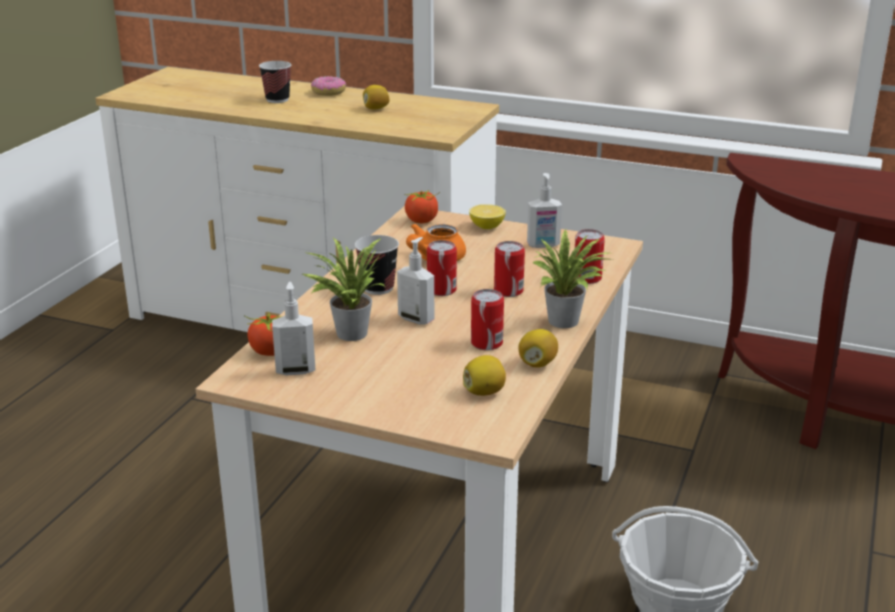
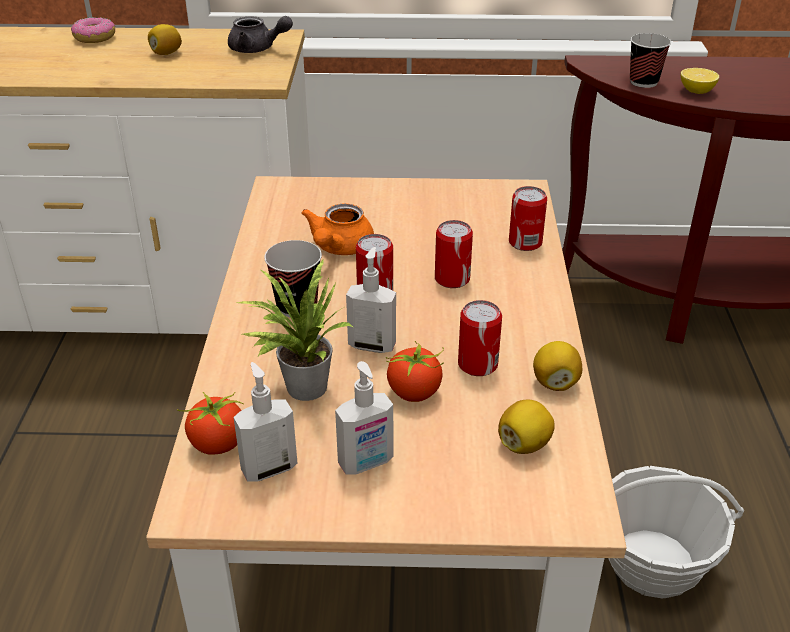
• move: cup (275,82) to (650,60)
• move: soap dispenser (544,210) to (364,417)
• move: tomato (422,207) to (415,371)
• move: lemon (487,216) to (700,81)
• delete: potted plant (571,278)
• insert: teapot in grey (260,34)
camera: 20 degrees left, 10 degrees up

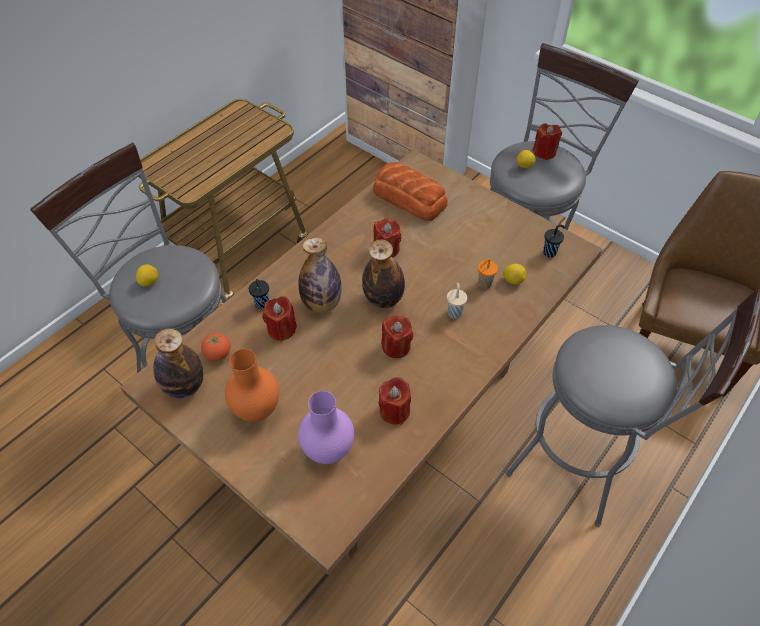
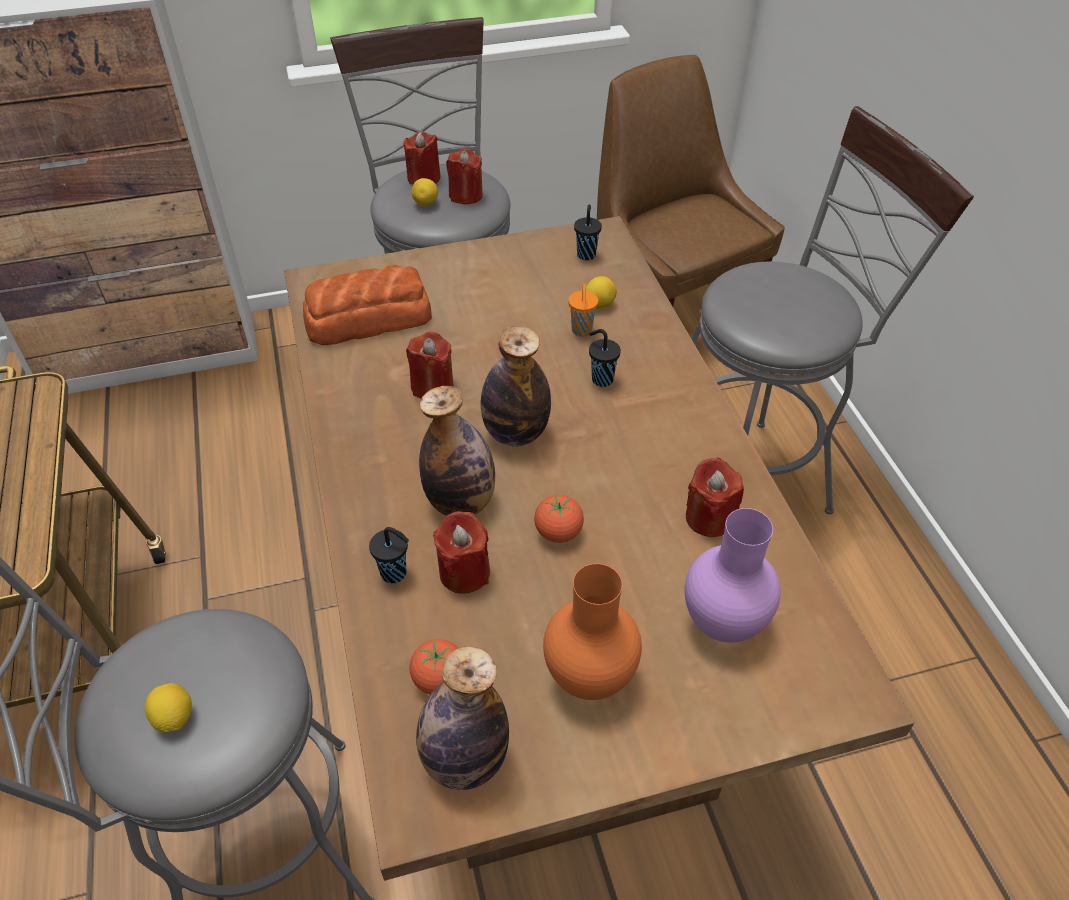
• recolor: cup in beige (457,301) to cup in black (605,358)
• move: candle in red (397,336) to (464,176)
• insert: tomato (559,519)
camera: 55 degrees left, 5 degrees down

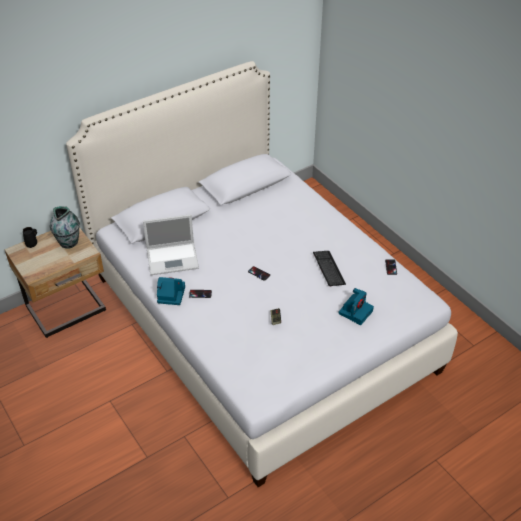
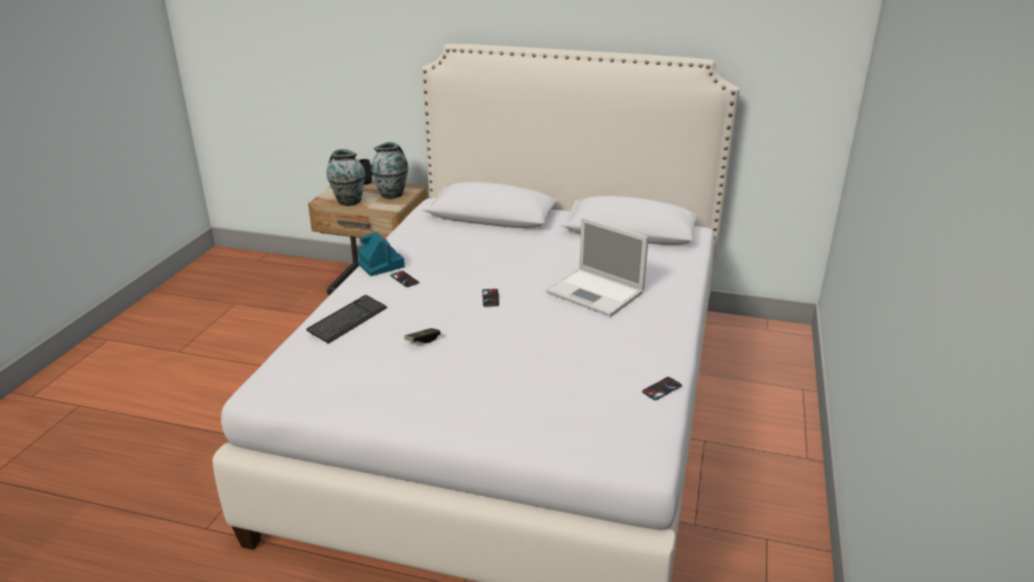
• move: laptop (171,244) to (597,267)
• move: keyboard (329,268) to (346,319)
• delete: photo camera (356,306)
• insert: vase (346,177)
camera: 50 degrees right, 15 degrees down

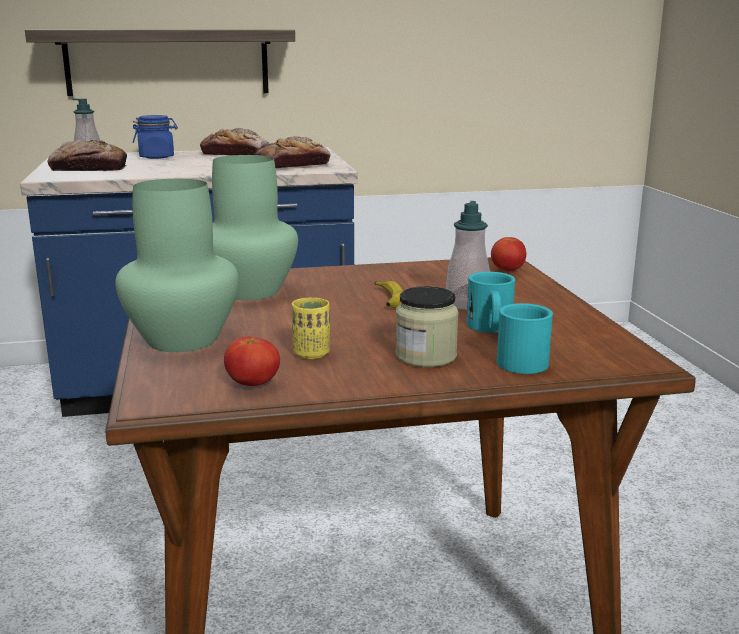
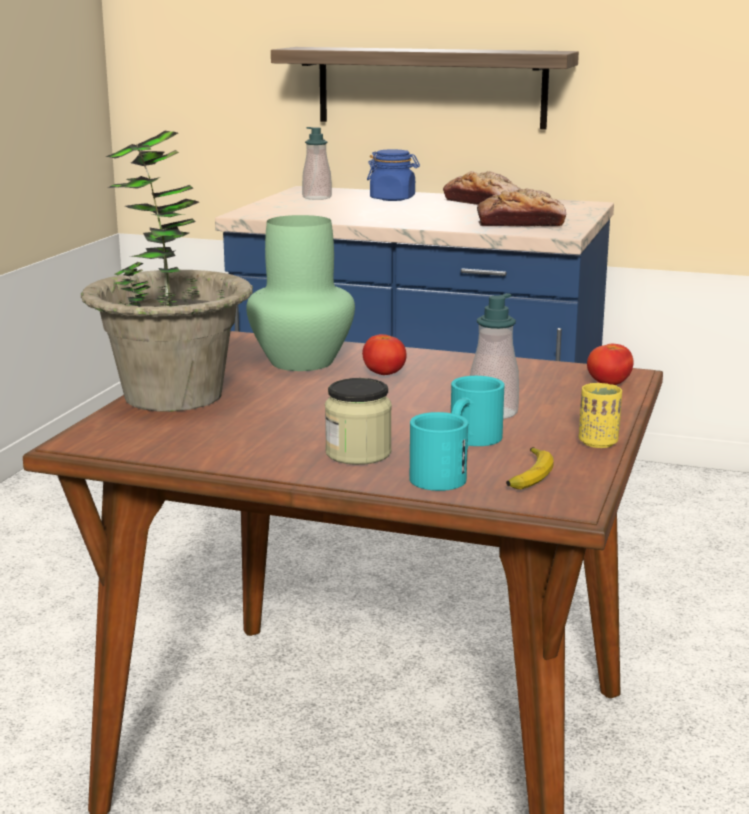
• delete: bread (87,155)
• replace: vase in green (177,265) to potted plant (167,271)
• move: banana (388,294) to (530,468)
• move: cup in yellow (311,328) to (600,415)
• move: tomato (252,361) to (384,354)
camera: 30 degrees right, 0 degrees up

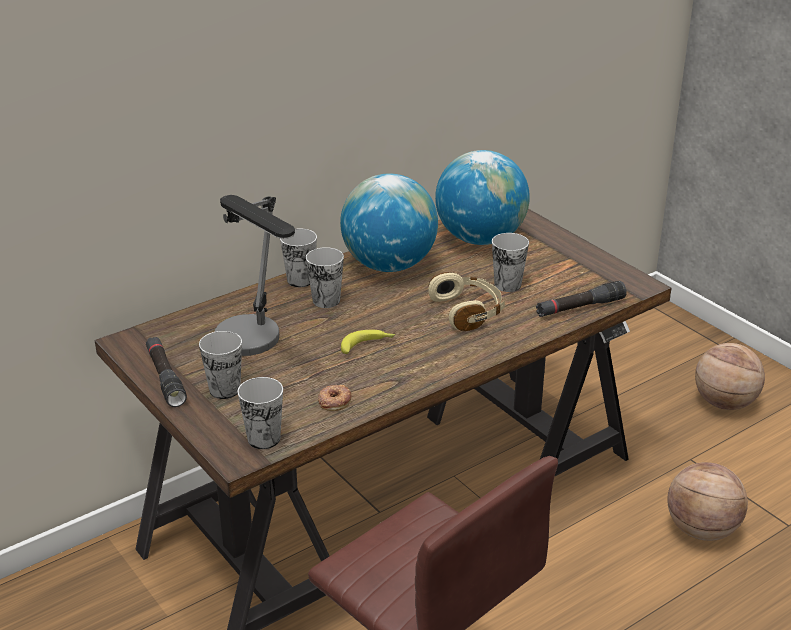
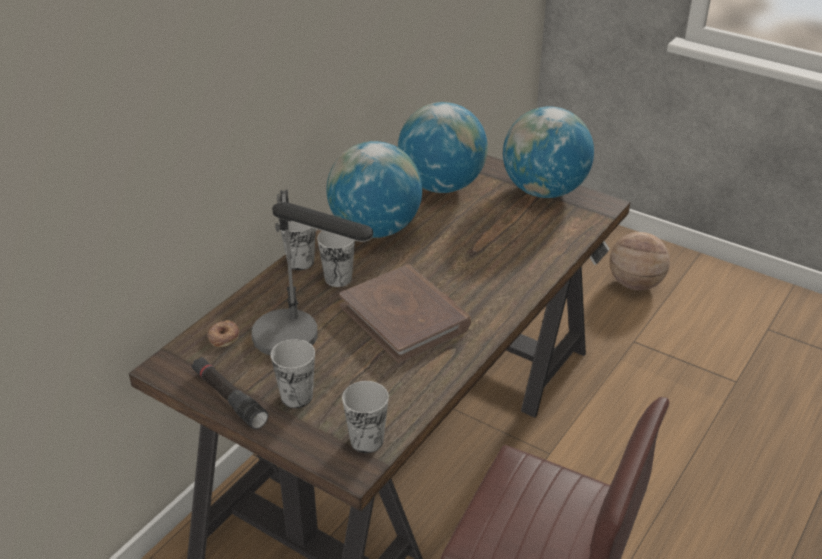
• delete: cup (510,262)
• delete: headphones in beige (466,301)
• delete: flashlight in black (581,299)
• replace: banana (368,342) to book in brown (405,313)
• move: donut (334,398) to (223,333)
• delete: basketball (707,501)
• insert: globe (548,152)
camera: 20 degrees left, 5 degrees up

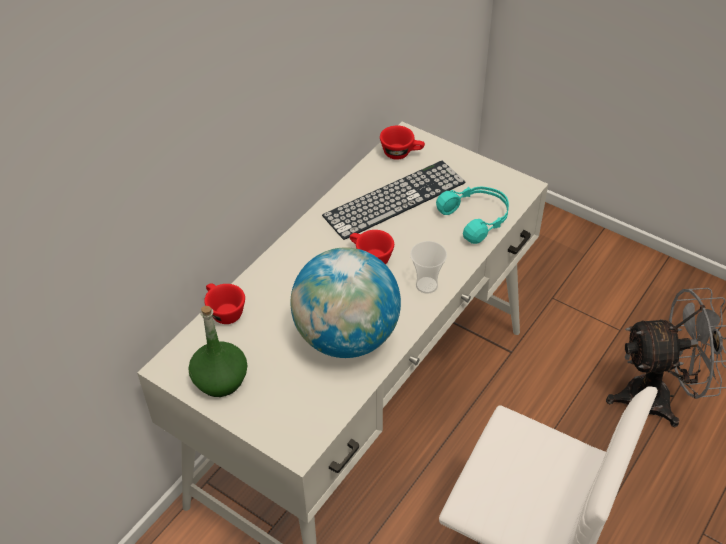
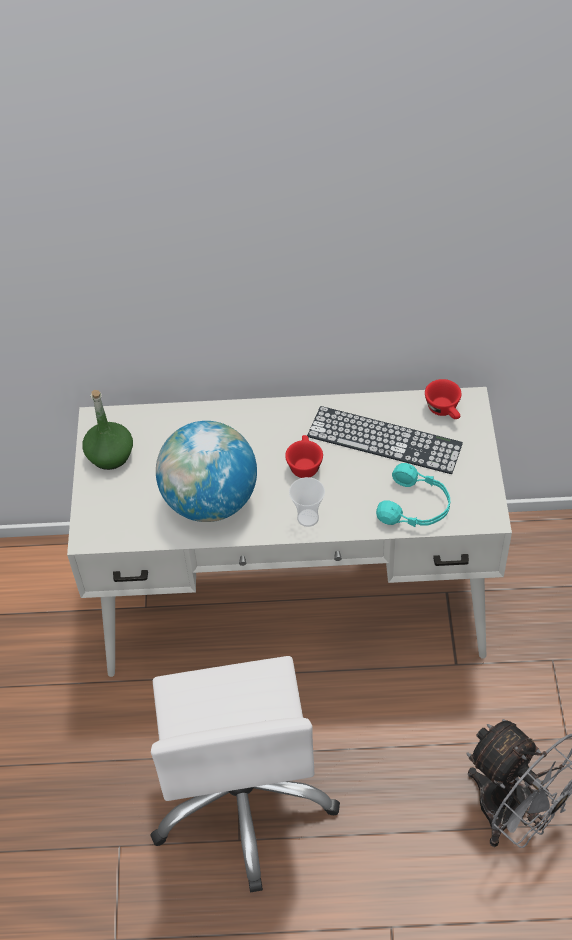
• delete: cup in red (224,303)
camera: 55 degrees right, 5 degrees up

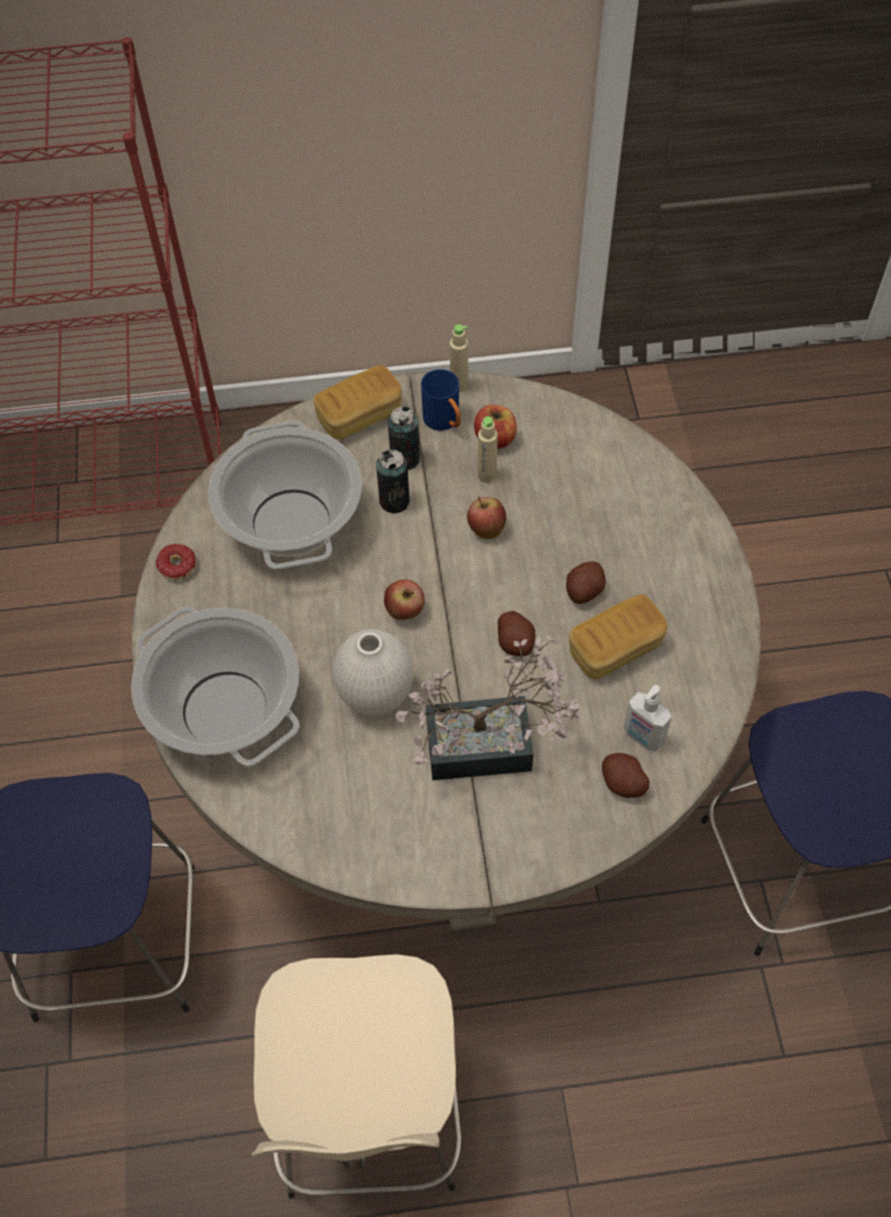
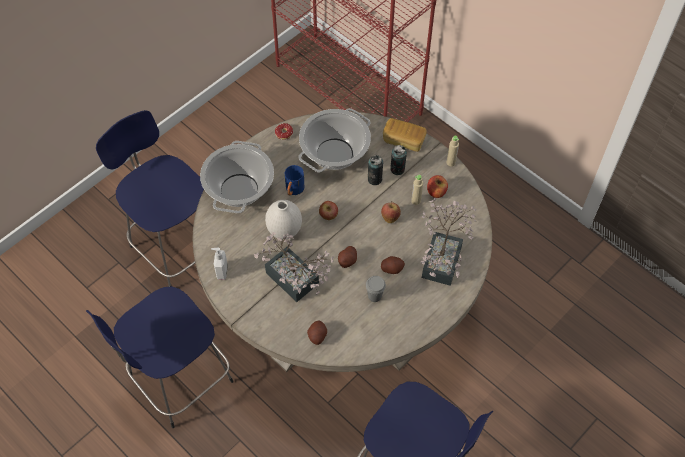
• move: mug in blue (441,400) to (294,180)
• replace: bread (618,636) to cup in grey (376,289)
• move: soap dispenser (648,718) to (219,264)
• recolor: stool in beige (356,1076) to stool in blue (160,357)
• insert: potted plant (448,242)
camera: 50 degrees right, 0 degrees up

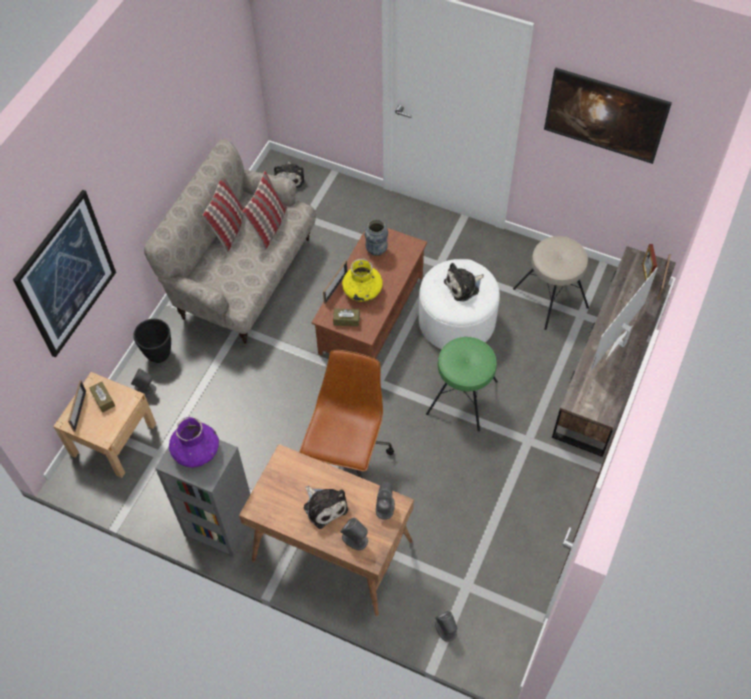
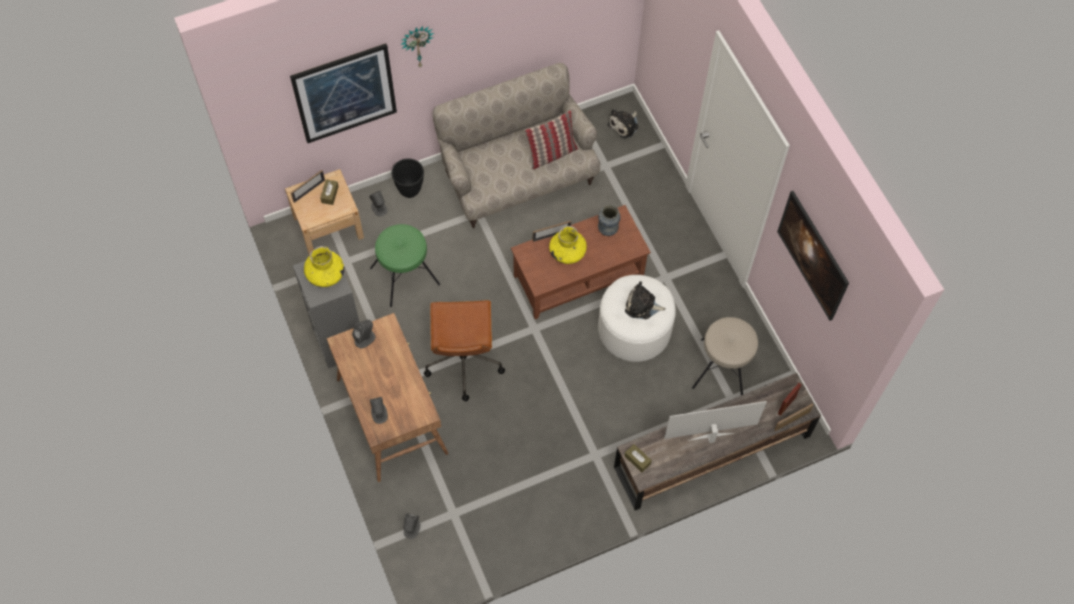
• delete: pillow (223,215)
• move: tissue box in brown (346,317) to (638,458)
• move: stool in green (462,384) to (405,265)
• rotate: office chair in brown (346,414) = (464,351) 120 degrees clockwise
• recolor: vase in purple (194,442) to vase in yellow (324,266)
• move: speaker in grey (385,501) to (364,334)
• delete: plush toy (326,507)
• insert: wall clock (417,47)
camera: 40 degrees right, 5 degrees up

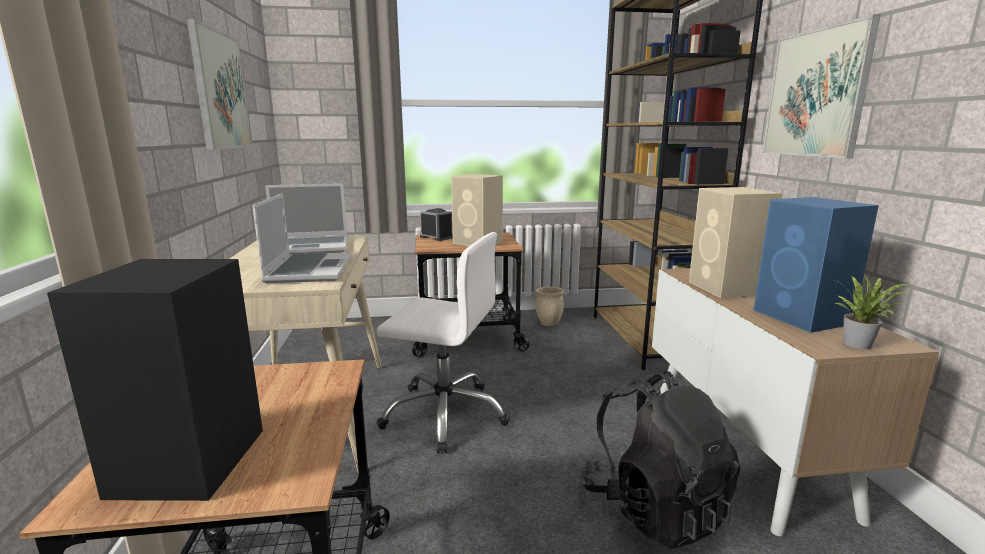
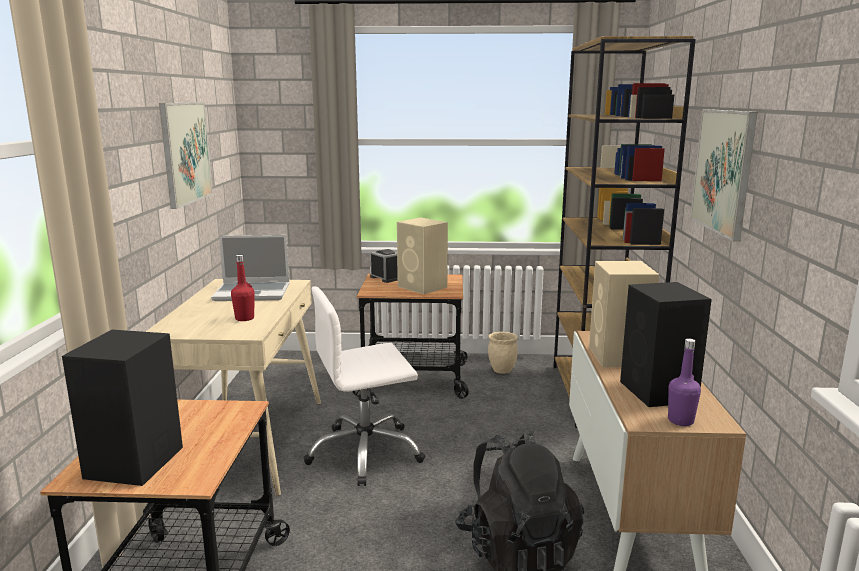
• replace: laptop (302,238) to bottle in red (243,288)
• recolor: speaker in blue (816,265) to speaker in black (666,344)
• rotate: office chair in white (443,342) = (364,386) 135 degrees clockwise
• replace: potted plant (873,311) to bottle in purple (684,382)
camera: 10 degrees right, 0 degrees up

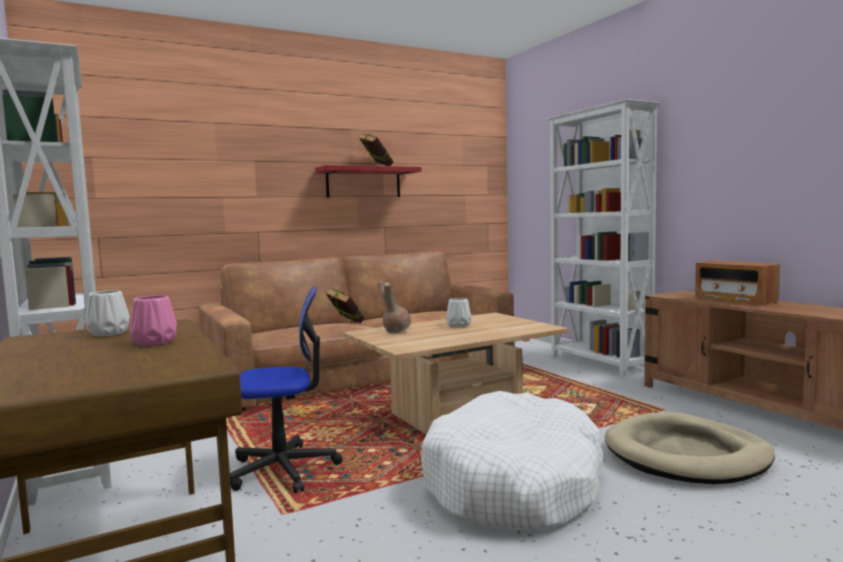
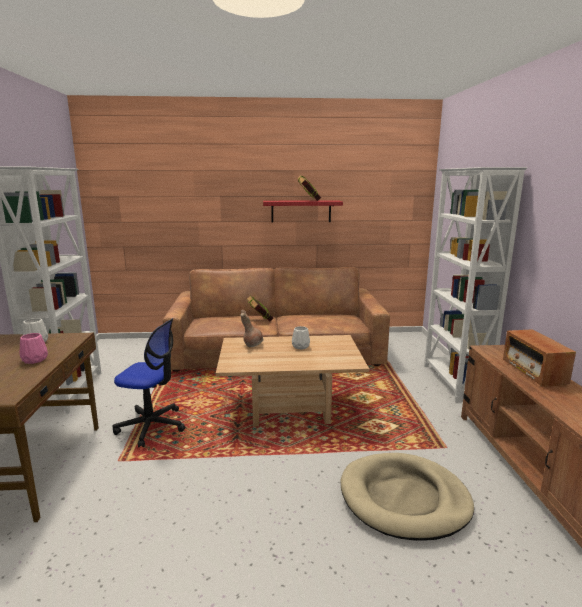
• delete: dog bed in white (512,460)
camera: 25 degrees right, 10 degrees up

